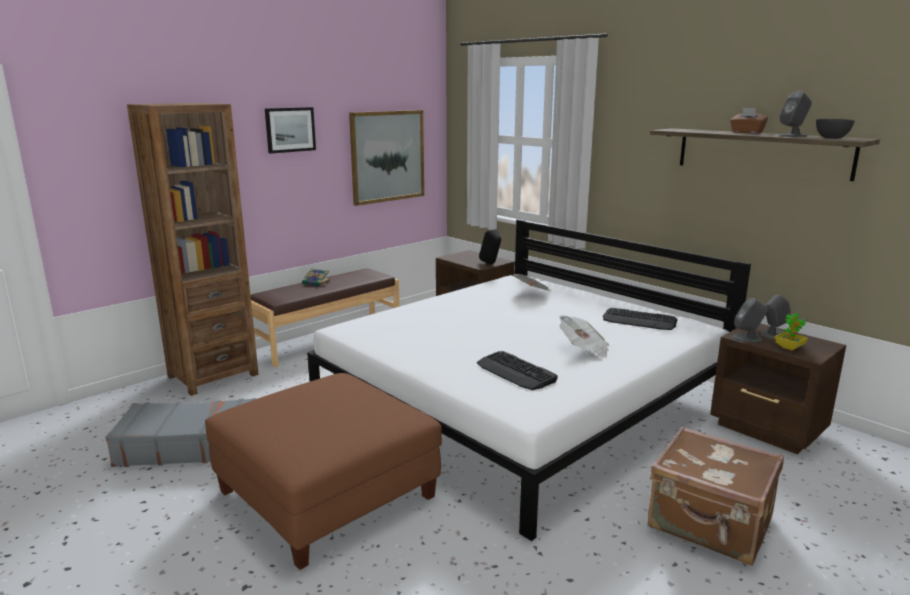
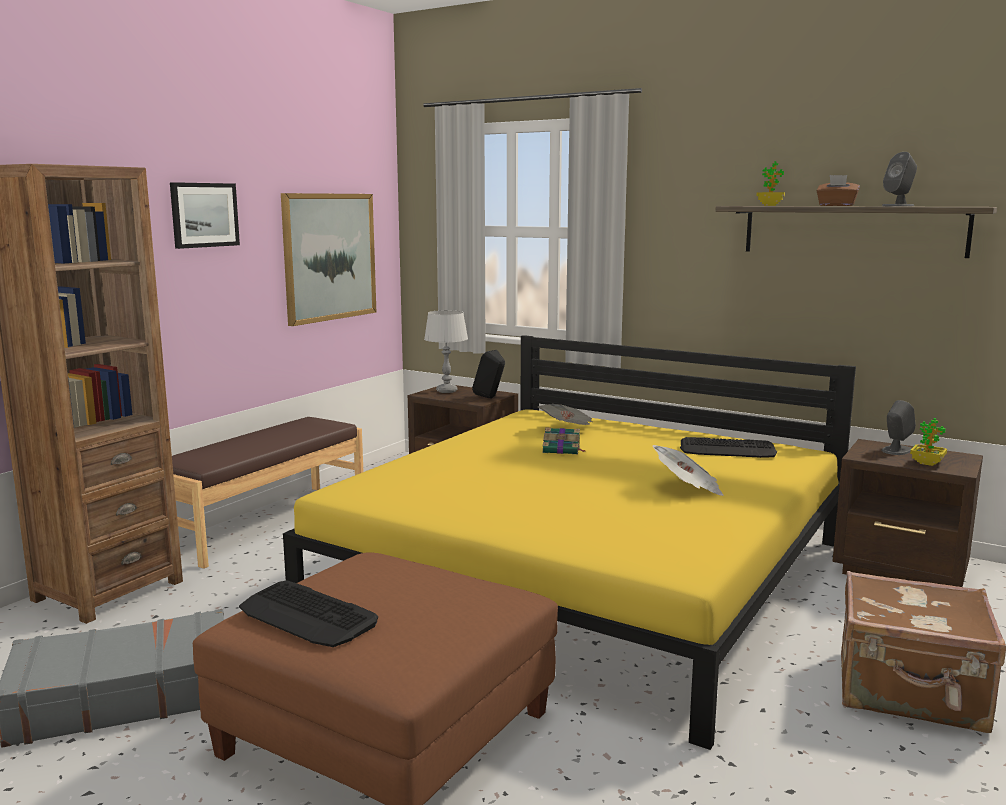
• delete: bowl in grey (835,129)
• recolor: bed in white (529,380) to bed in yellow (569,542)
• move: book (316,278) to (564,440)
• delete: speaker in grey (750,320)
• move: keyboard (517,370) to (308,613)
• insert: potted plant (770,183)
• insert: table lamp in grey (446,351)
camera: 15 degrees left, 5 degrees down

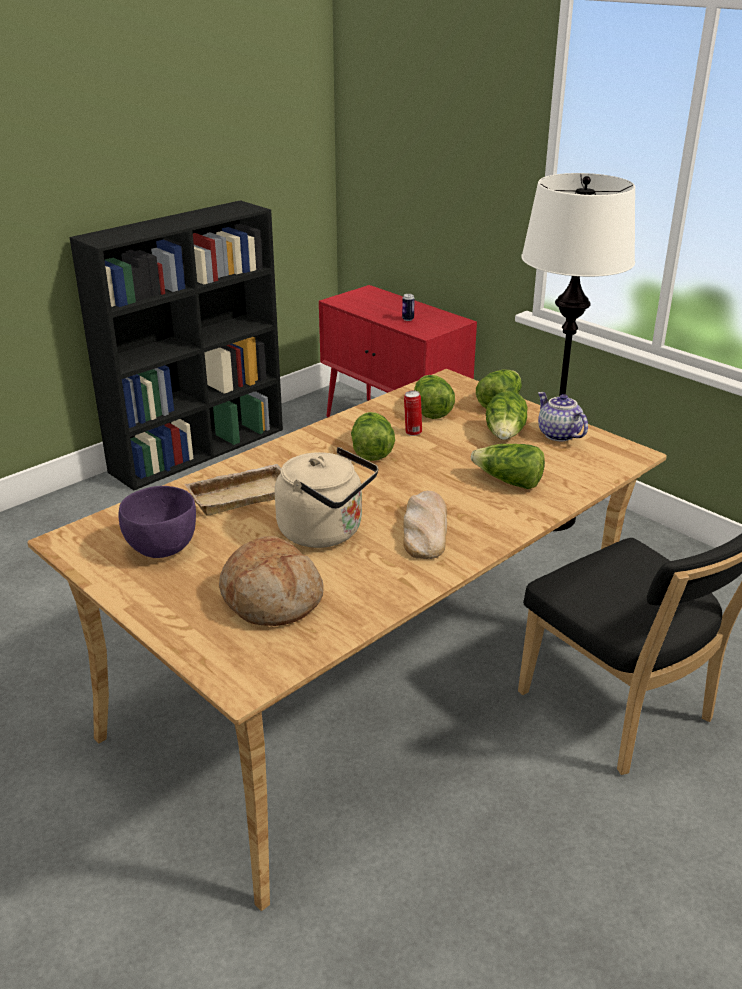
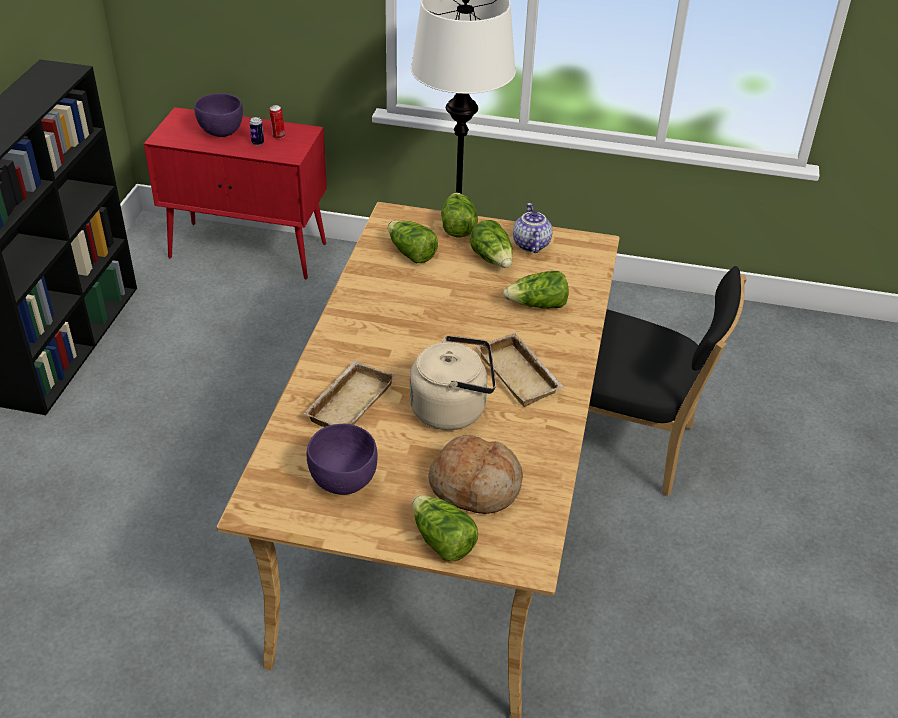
• move: can (413,413) to (277,122)
• rotate: teapot (563,416) = (532,228) 60 degrees clockwise
• move: lettuce (373,436) to (445,528)
• replace: bread (425,525) to tray in beige (520,370)
• insert: bowl in purple (218,115)
camera: 35 degrees left, 10 degrees up

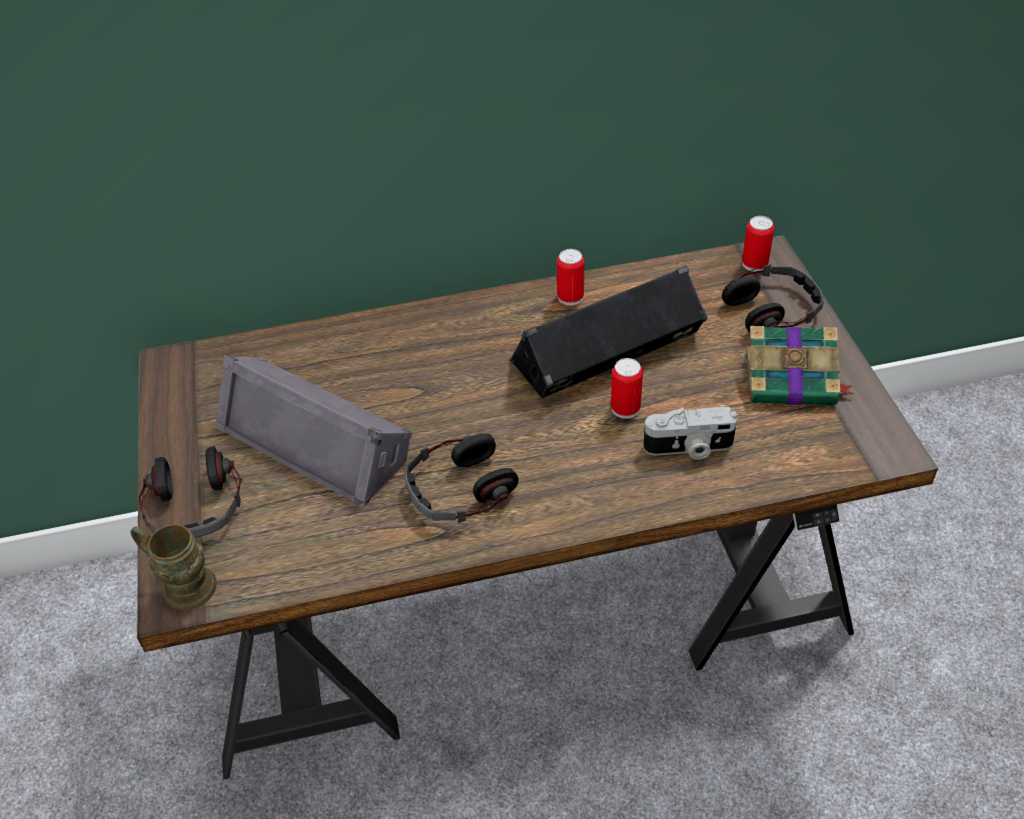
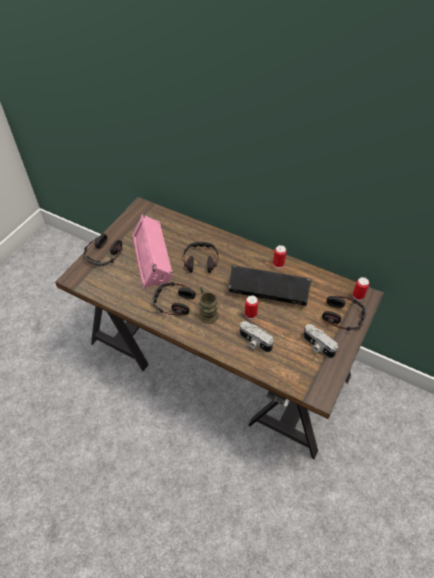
• replace: book (799,365) to photo camera (320,341)
• recolor: speaker in grey (313,431) to speaker in pink (152,251)
• move: mug in brown (173,567) to (209,305)
• insert: headphones (200,257)
camera: 40 degrees right, 5 degrees up

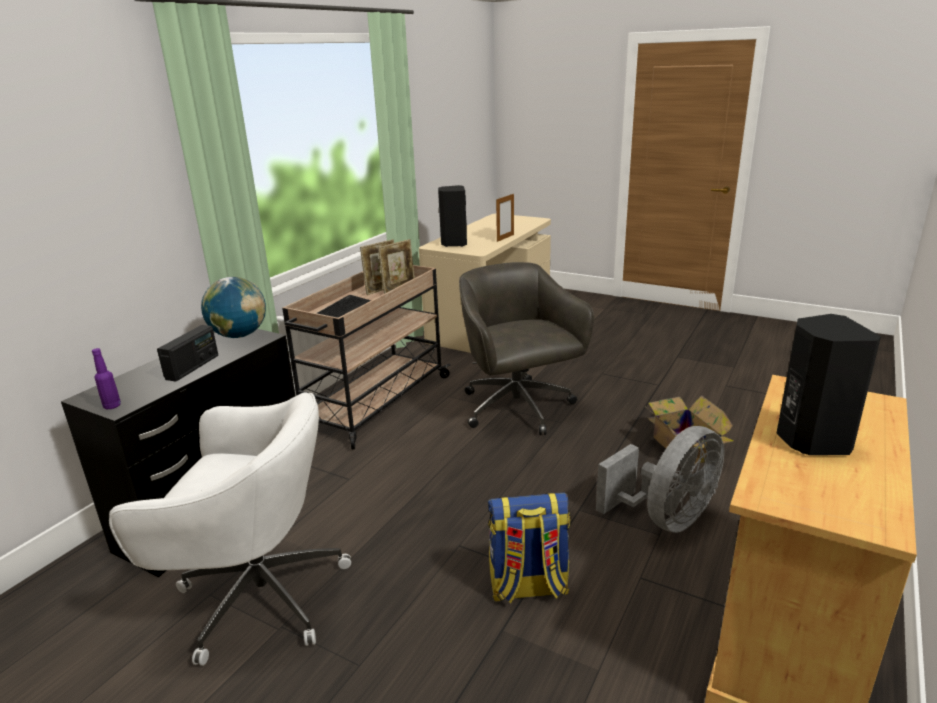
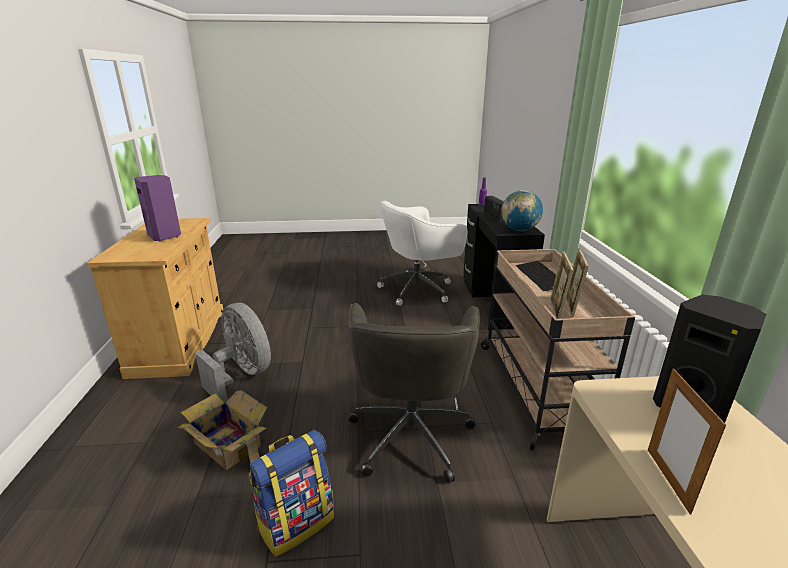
• rotate: office chair in grey (526,348) = (414,392) 60 degrees clockwise
• recolor: speaker in black (828,384) to speaker in purple (157,208)
• rotate: fan in grey (660,479) = (233,353) 120 degrees clockwise
• move: backpack (529,547) to (291,493)
camera: 145 degrees right, 0 degrees up

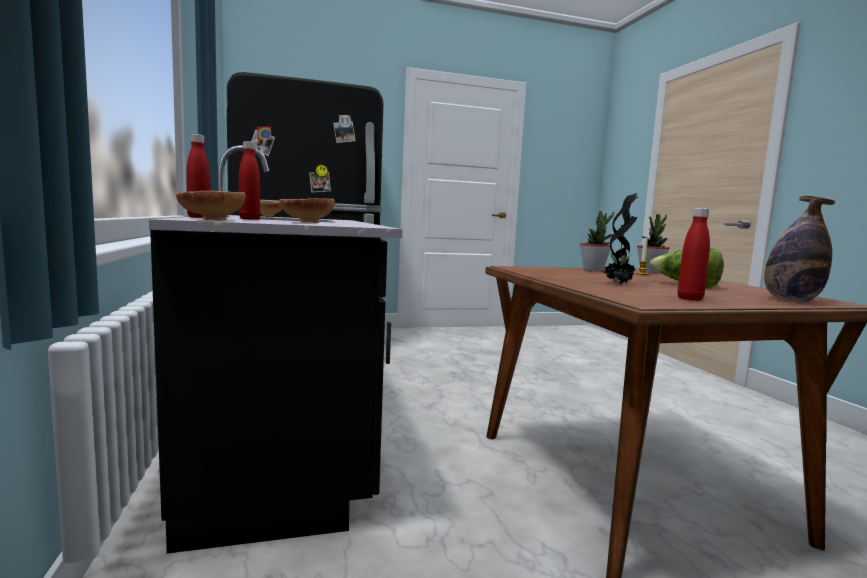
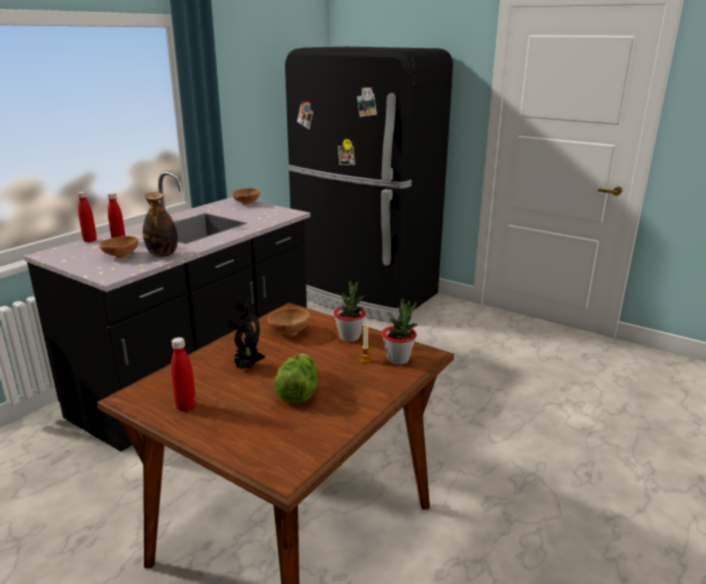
• move: bowl in brown (211,205) to (289,322)
• move: bottle (800,249) to (160,224)
camera: 50 degrees right, 15 degrees up

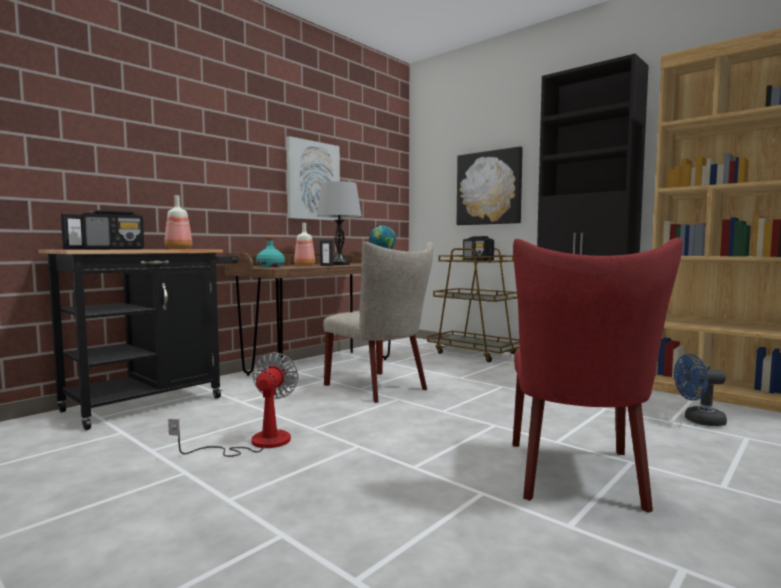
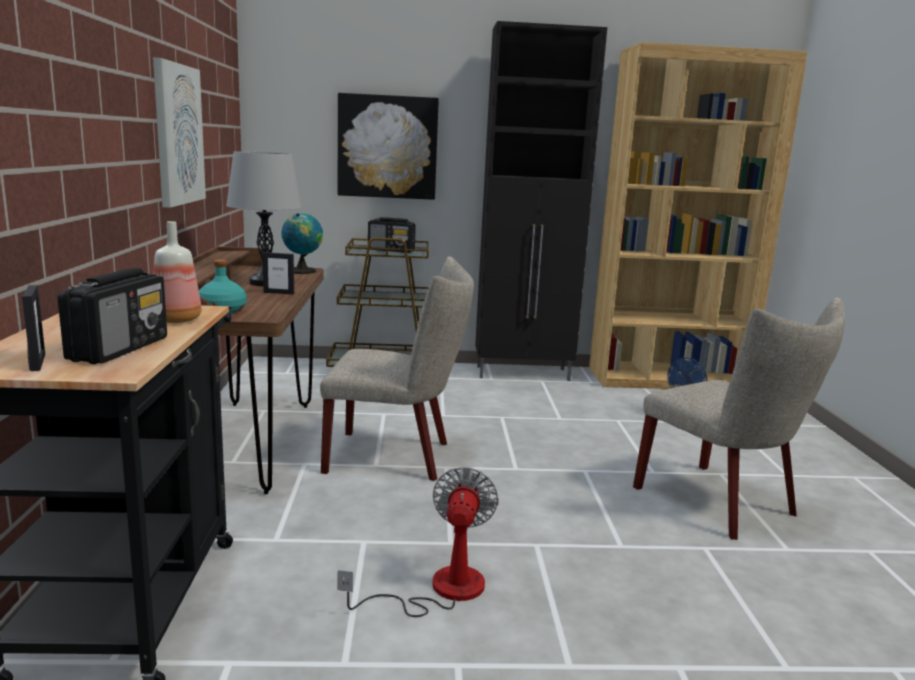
• delete: bottle (304,244)
• recolor: chair in red (598,375) to chair in beige (739,418)
• rotate: fan (233,404) = (418,542) 45 degrees clockwise
camera: 45 degrees left, 10 degrees up

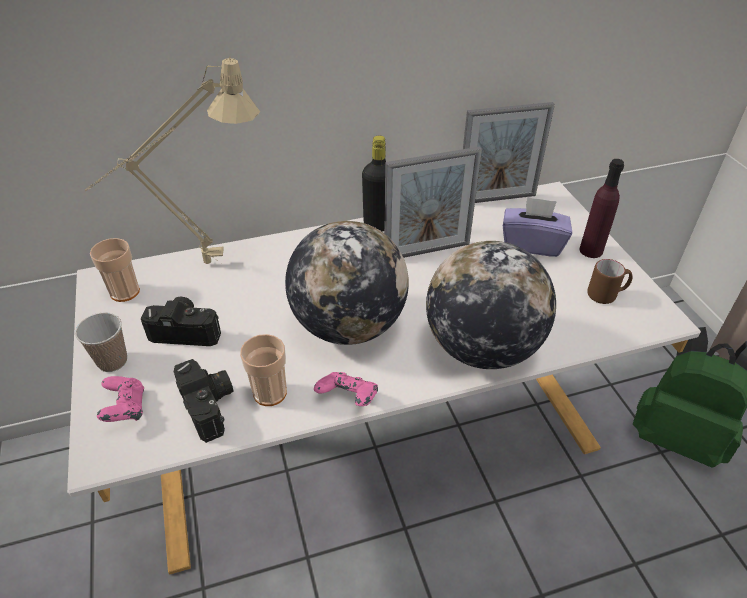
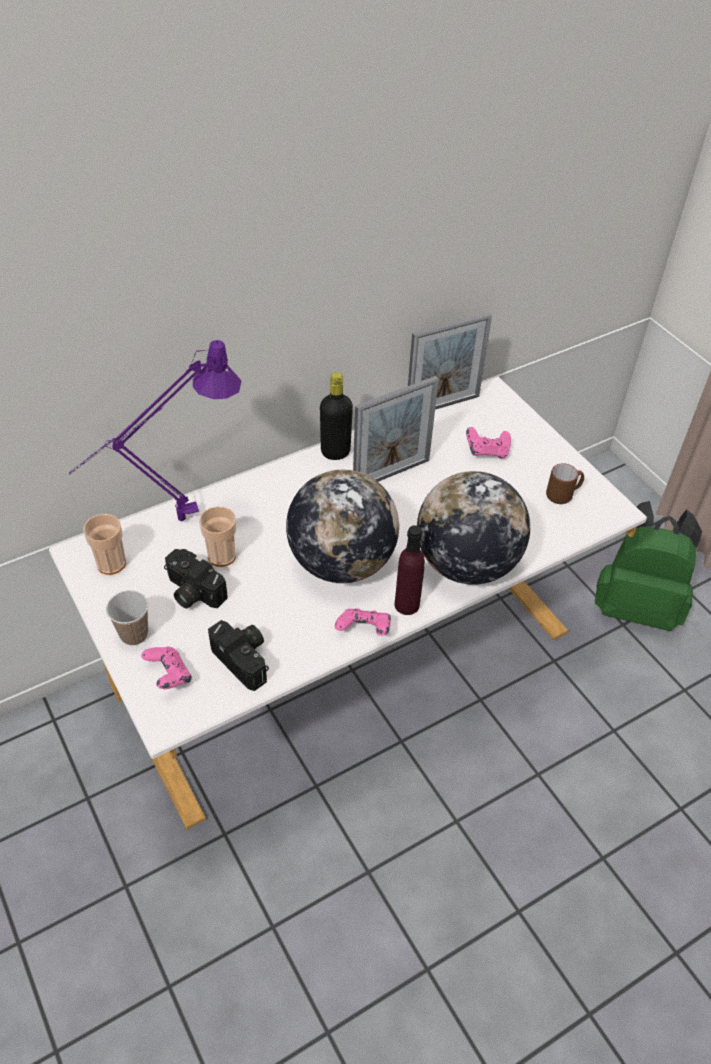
• recolor: table lamp in beige (172,160) to table lamp in purple (155,430)
• move: bottle in purple (601,208) to (409,570)
• replace: tissue box in purple (537,227) to game controller in pink (488,443)
• rotate: photo camera (181,321) = (196,578) 135 degrees counterclockwise
• move: cup (263,370) to (218,536)
camera: 15 degrees left, 5 degrees up

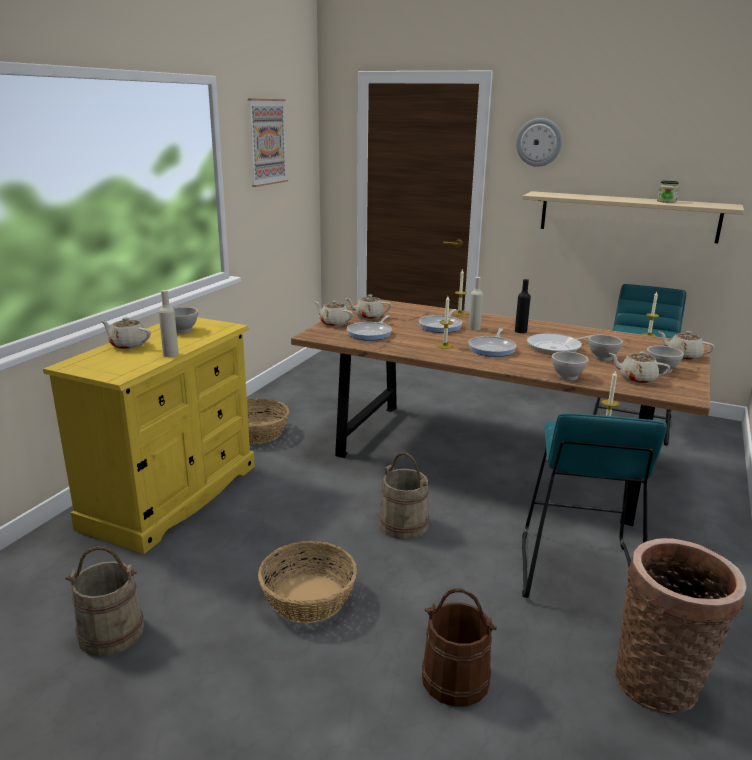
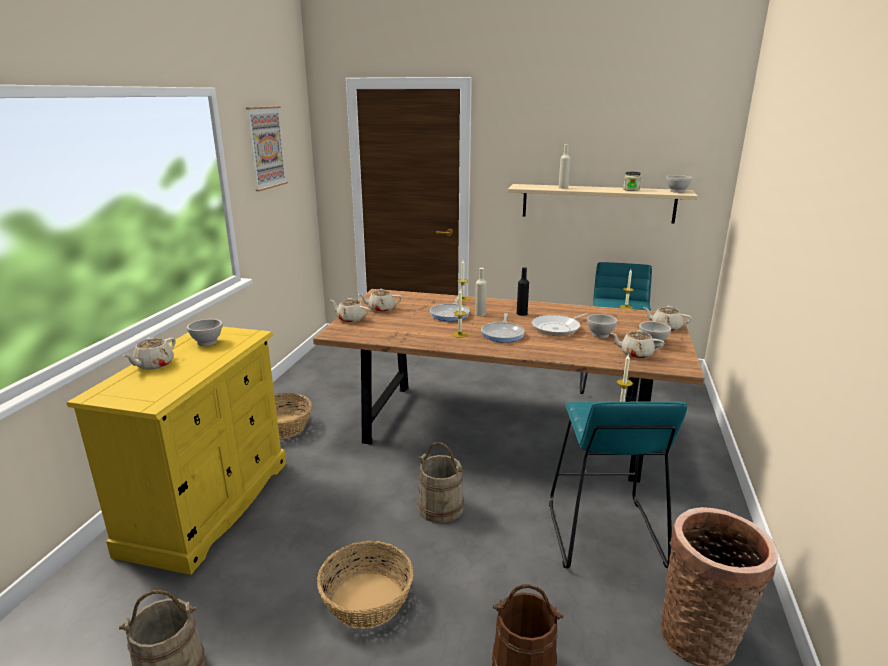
• delete: wall clock (539,142)
• move: bottle in beige (169,323) to (564,166)
• delete: frying pan (369,328)
• rotate: teapot in beige (125,333) = (149,353) 75 degrees counterclockwise
• move: bowl in white (570,365) to (679,184)
camera: 10 degrees left, 0 degrees up

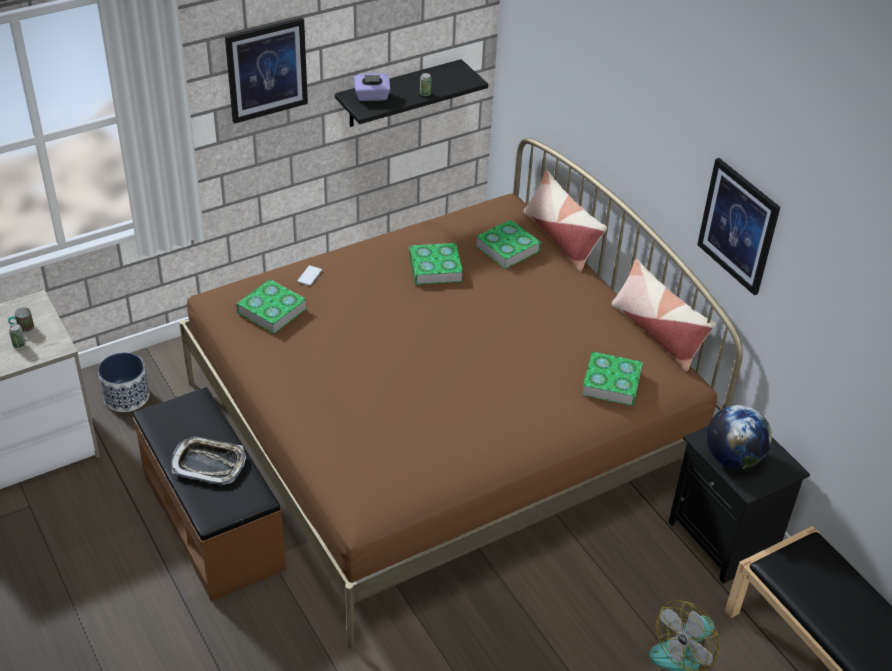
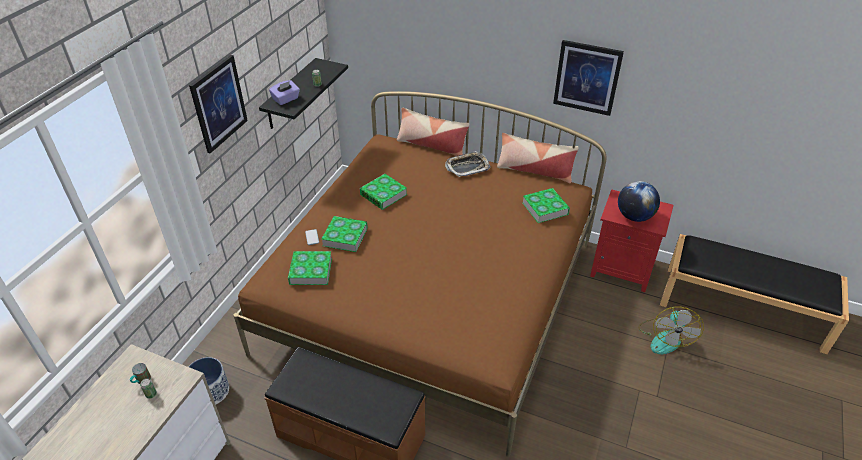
• move: book (508,244) to (344,234)
• recolor: nightstand in black (739,504) to nightstand in red (631,240)
• move: tray (209,461) to (468,164)
camera: 35 degrees left, 0 degrees up

